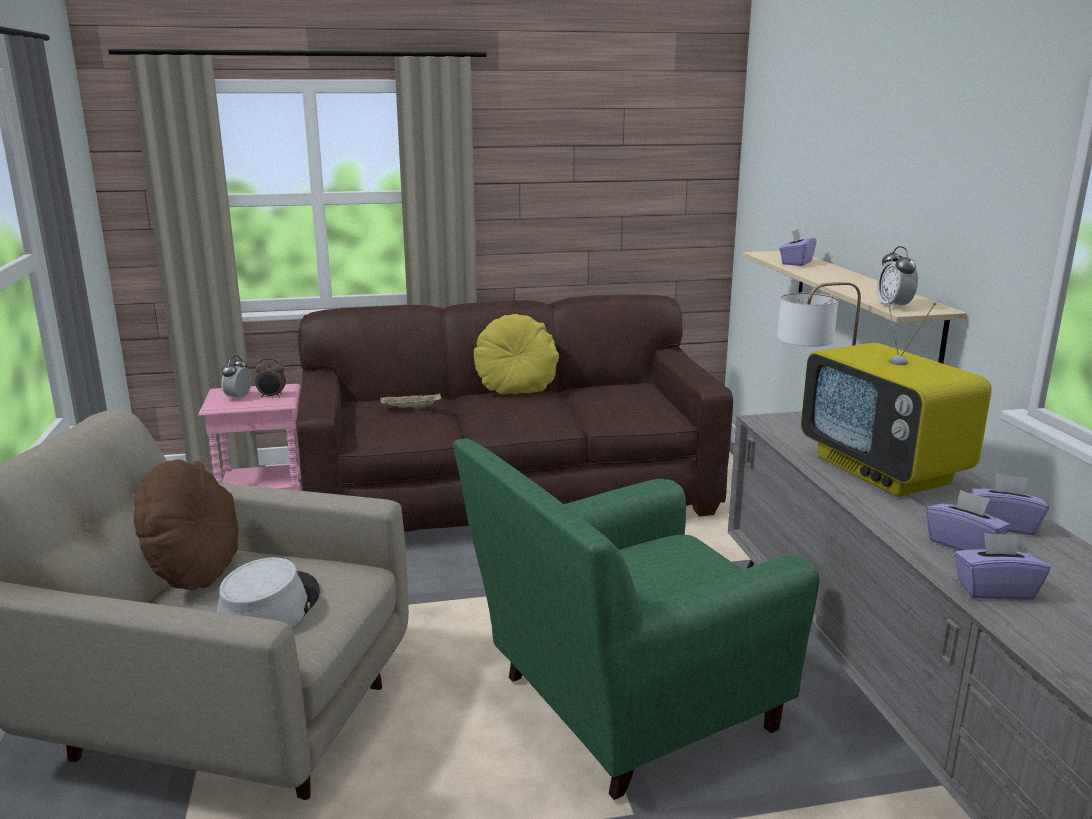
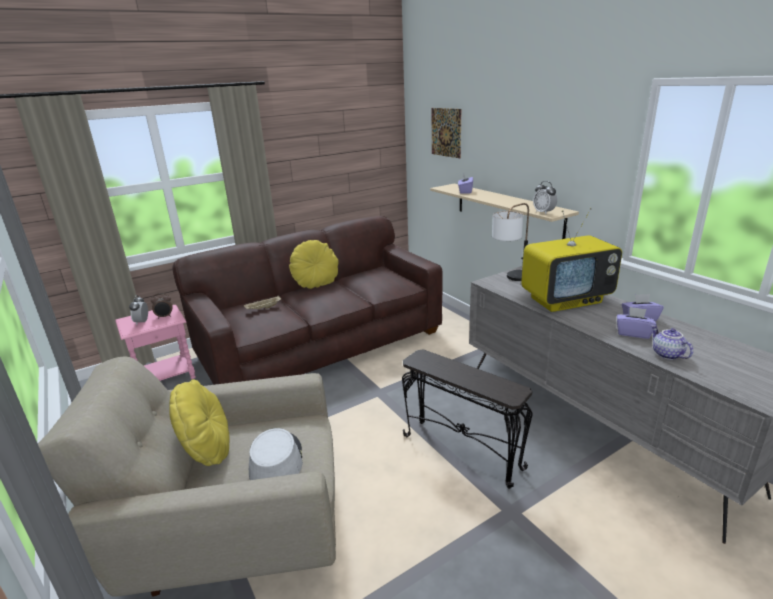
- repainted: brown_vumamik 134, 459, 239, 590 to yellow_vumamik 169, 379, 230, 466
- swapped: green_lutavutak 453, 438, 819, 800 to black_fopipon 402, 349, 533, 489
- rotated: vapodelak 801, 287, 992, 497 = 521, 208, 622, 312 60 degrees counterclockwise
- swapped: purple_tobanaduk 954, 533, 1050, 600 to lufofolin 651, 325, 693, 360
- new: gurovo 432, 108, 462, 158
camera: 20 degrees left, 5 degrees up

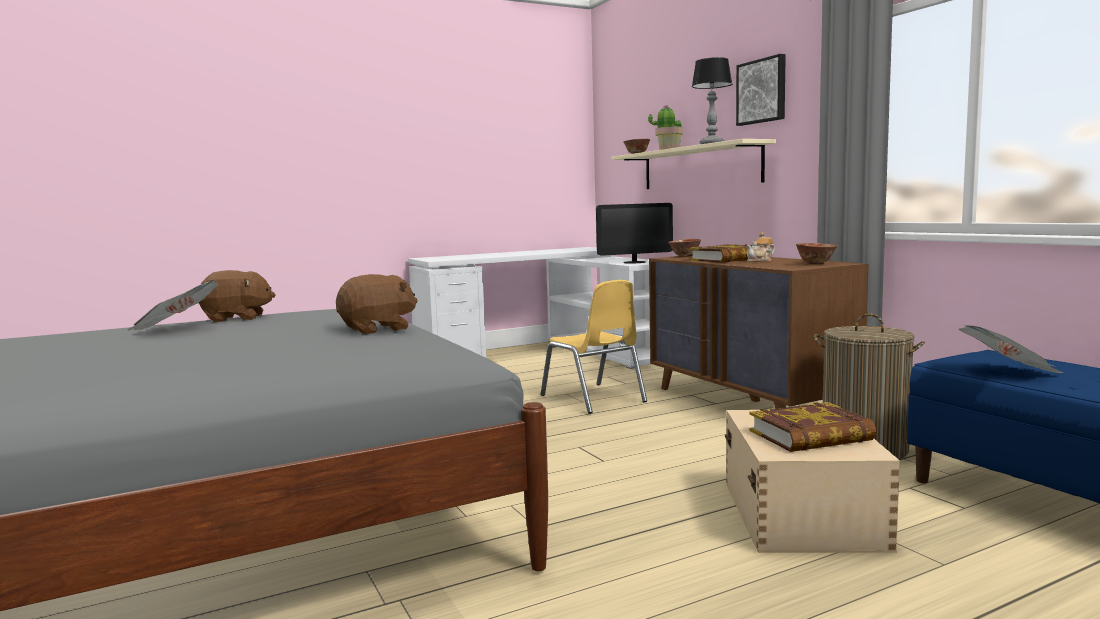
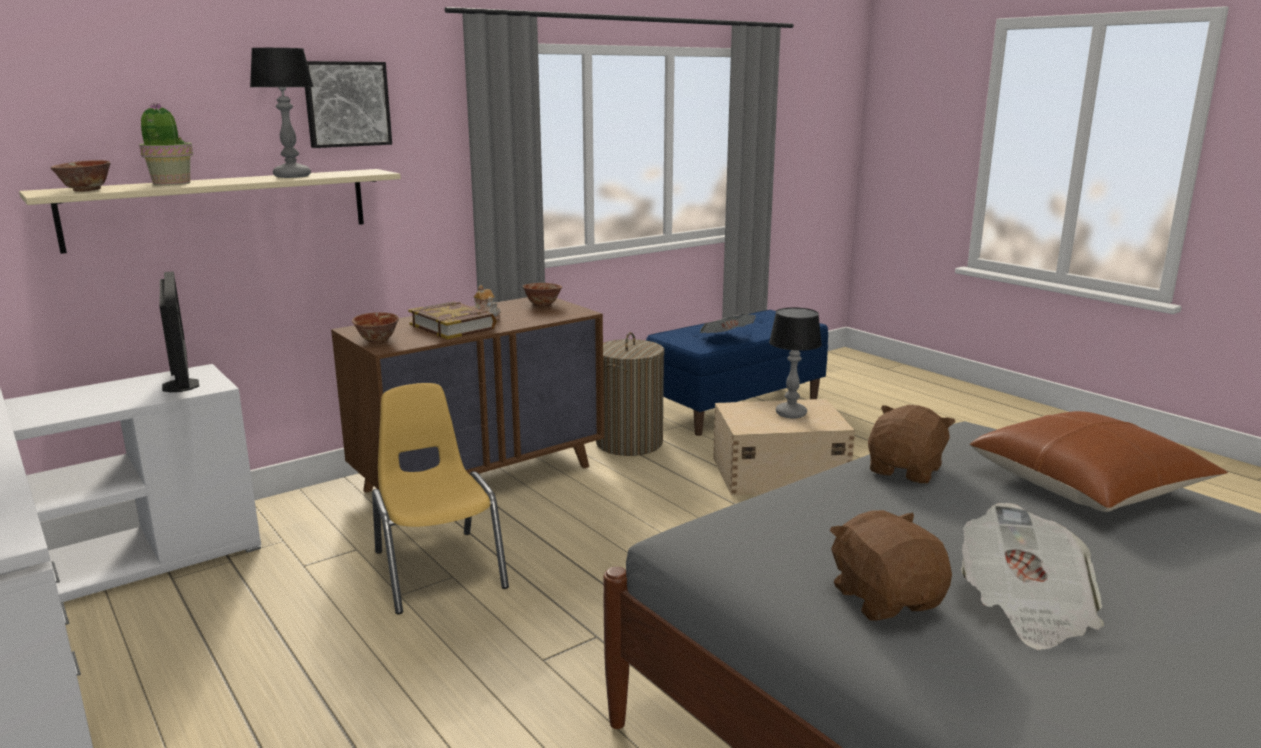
- rotated: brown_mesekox 336, 274, 418, 334 = 868, 405, 956, 484 75 degrees clockwise
- rotated: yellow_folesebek 541, 280, 647, 414 = 372, 383, 509, 614 75 degrees counterclockwise
- swapped: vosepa 749, 402, 877, 452 to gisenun 769, 307, 822, 419
- new: brown_vumamik 970, 411, 1228, 512
camera: 100 degrees left, 10 degrees up

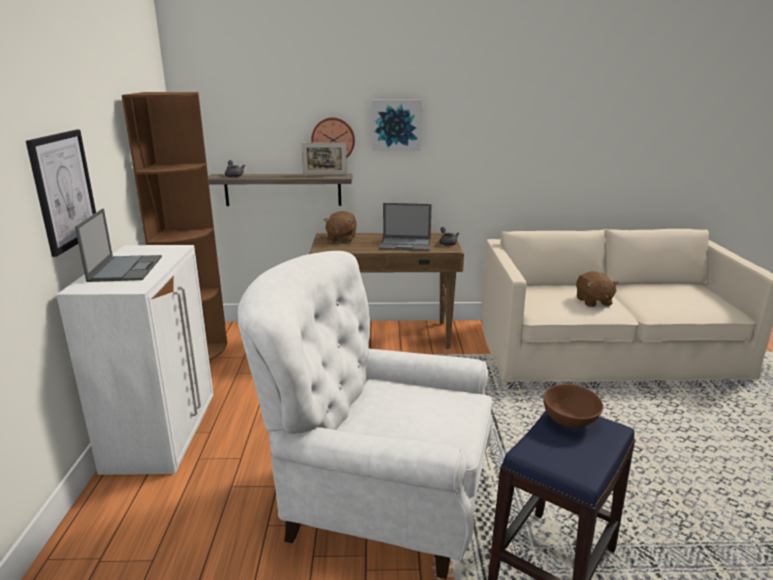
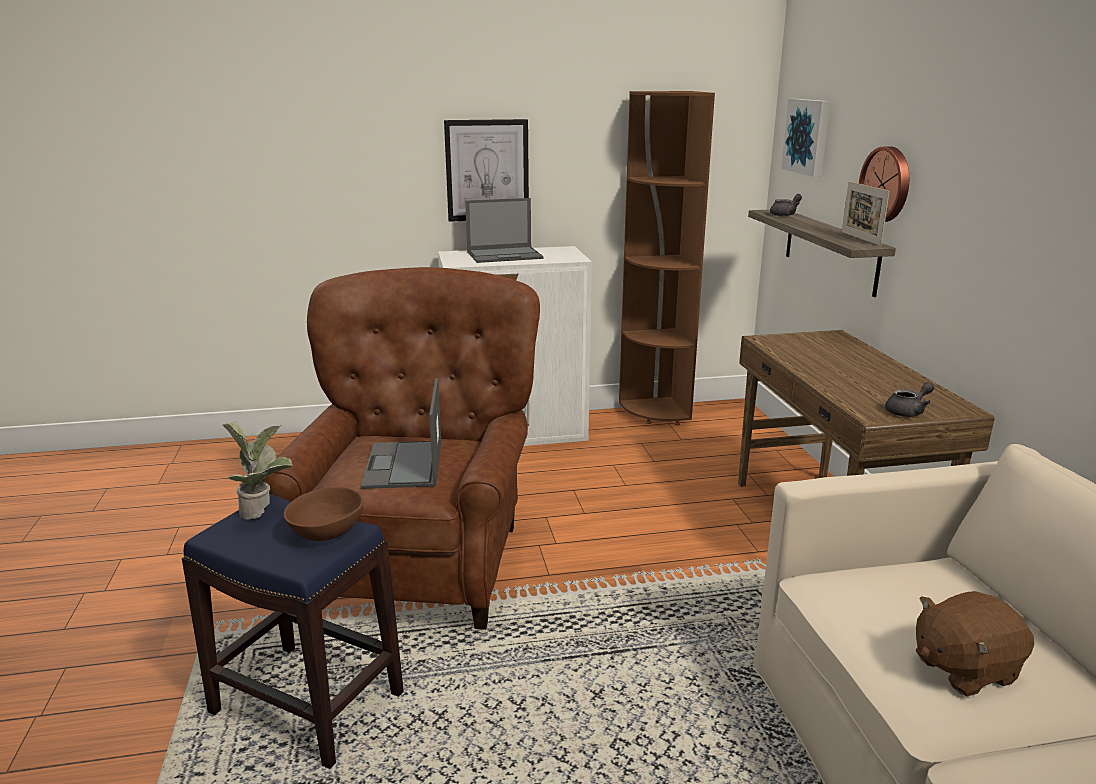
- repainted: white_lutavutak 238, 251, 493, 579 to brown_lutavutak 262, 267, 540, 630
- gone: brown_mesekox 324, 211, 357, 243
- shifted: gurovo 372, 100, 422, 151 to 781, 99, 830, 177
- shifted: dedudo 379, 203, 432, 251 to 361, 378, 441, 489
- new: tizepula 223, 422, 293, 520
camera: 80 degrees right, 0 degrees up

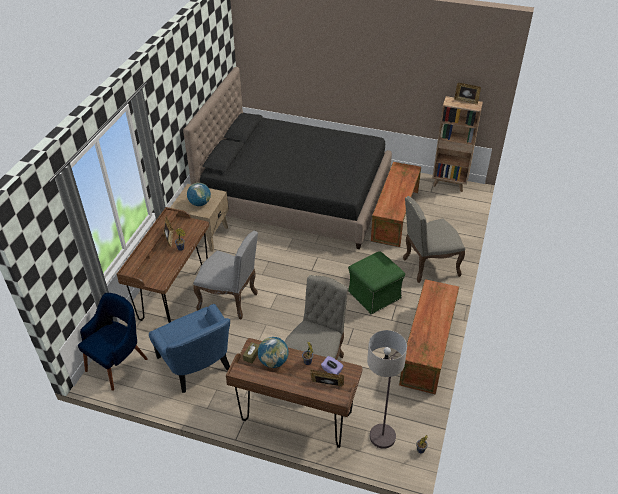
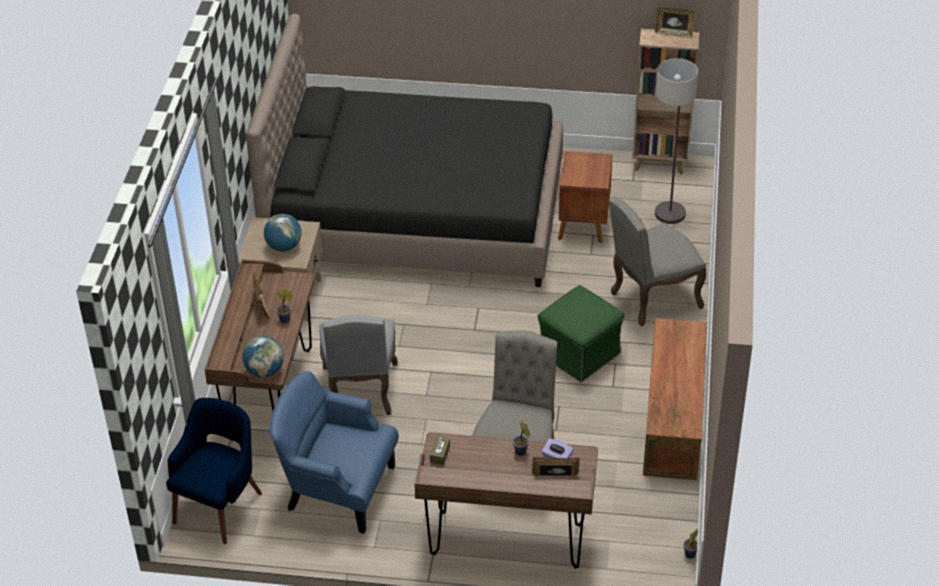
- rotated: blue_lutavutak 149, 304, 230, 393 = 269, 371, 399, 534 150 degrees clockwise
- rotated: grey_folesebek 193, 231, 258, 319 = 319, 315, 398, 415 75 degrees clockwise
- shifted: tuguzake 258, 337, 289, 368 to 242, 336, 284, 377
- shifted: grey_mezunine 367, 330, 407, 449 to 655, 58, 698, 224
- swapped: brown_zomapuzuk 371, 162, 421, 247 to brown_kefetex 558, 151, 613, 243
camera: 10 degrees left, 0 degrees up

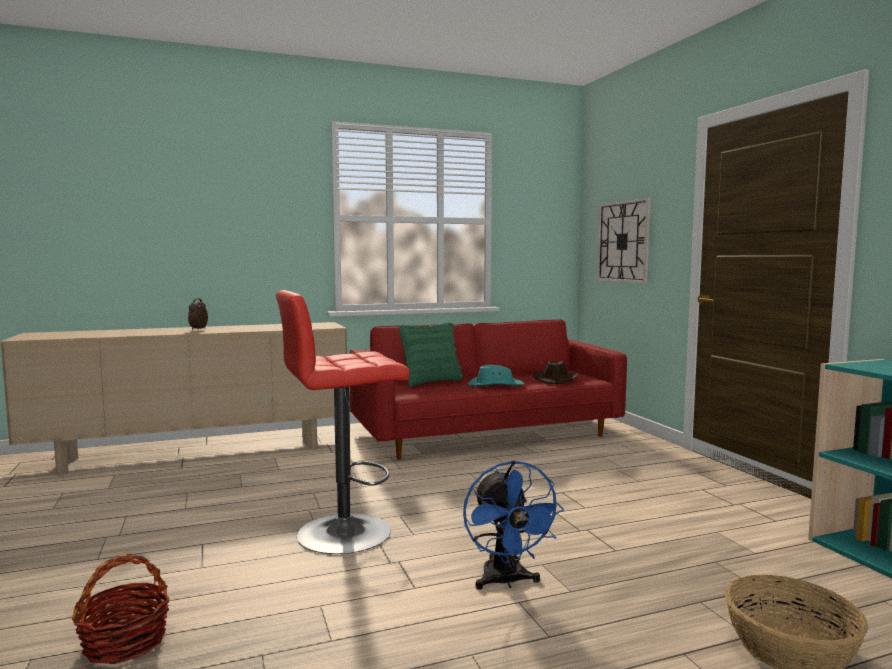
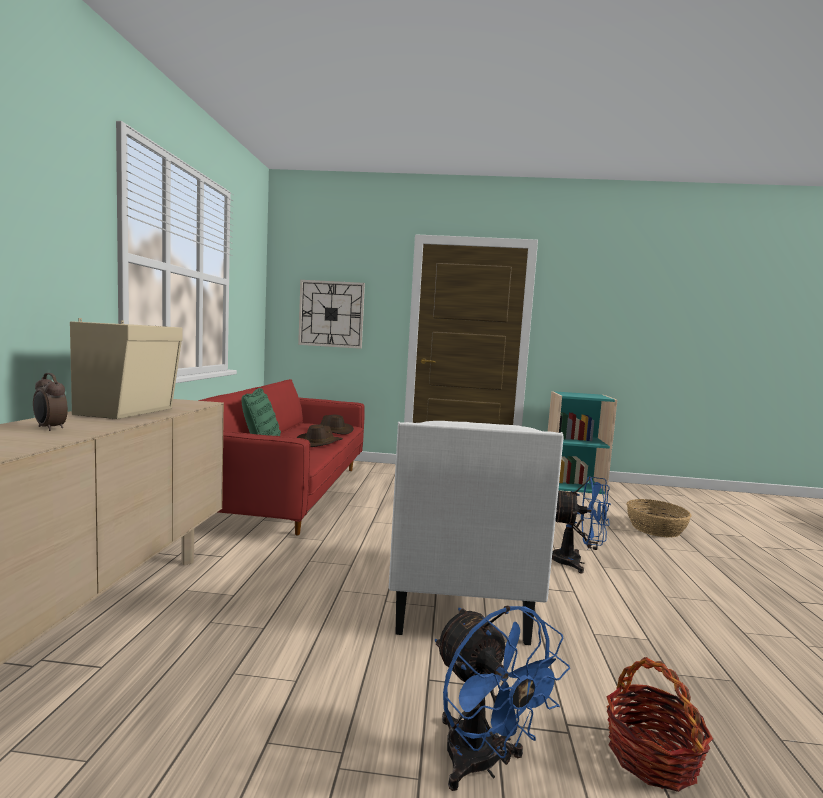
- swapped: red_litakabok 276, 290, 410, 554 to white_lutavutak 389, 421, 564, 645
- repainted: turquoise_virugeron 468, 365, 524, 386 to brown_virugeron 296, 424, 343, 447
- new: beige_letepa 70, 318, 182, 419
- new: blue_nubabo 435, 605, 570, 791
camera: 65 degrees left, 0 degrees up

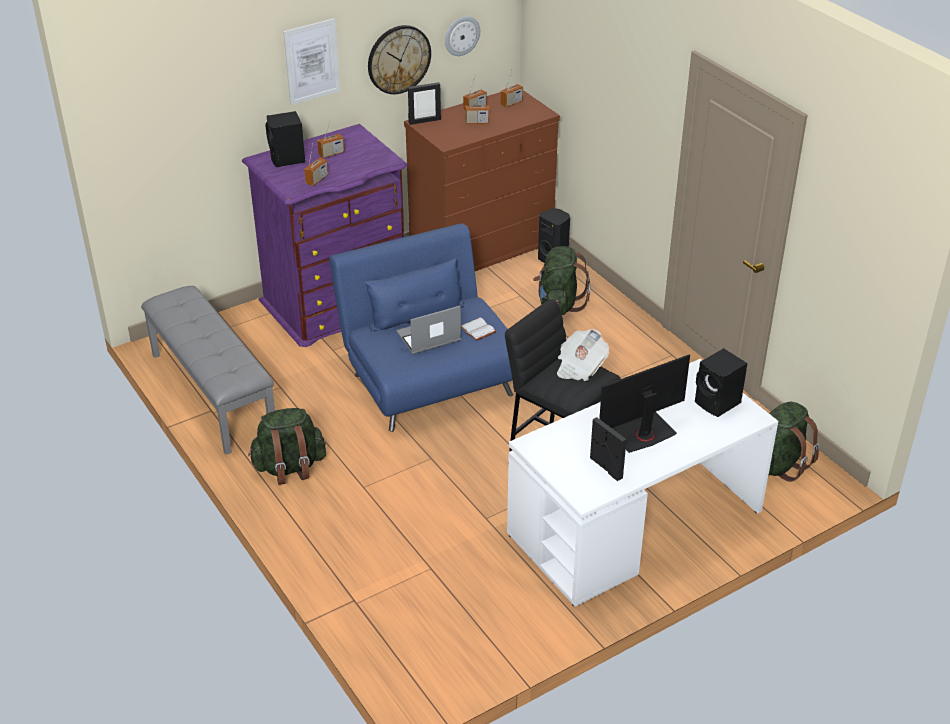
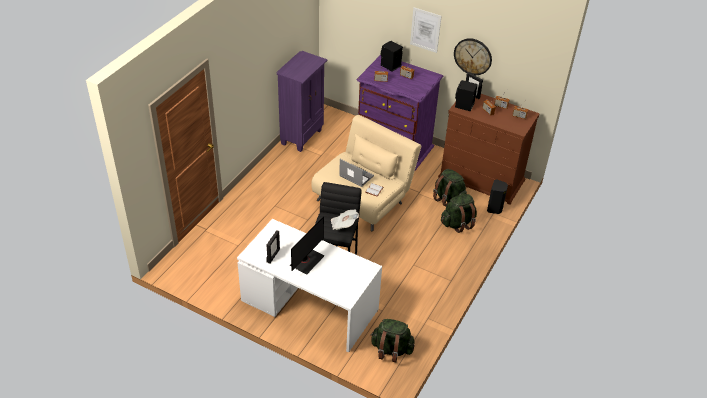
- swapped: grey_zomapuzuk 141, 286, 275, 455 to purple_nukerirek 277, 51, 328, 152
- shifted: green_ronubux 248, 408, 326, 485 to 433, 169, 467, 207
- repainted: blue_lutavutak 329, 223, 513, 432 to beige_lutavutak 311, 115, 421, 231
- gone: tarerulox 445, 16, 480, 56
- rotated: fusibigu 599, 354, 690, 453 = 290, 216, 325, 275 90 degrees clockwise
- shifted: black_letepa 695, 348, 747, 417 to 455, 80, 478, 111
camera: 60 degrees right, 5 degrees up

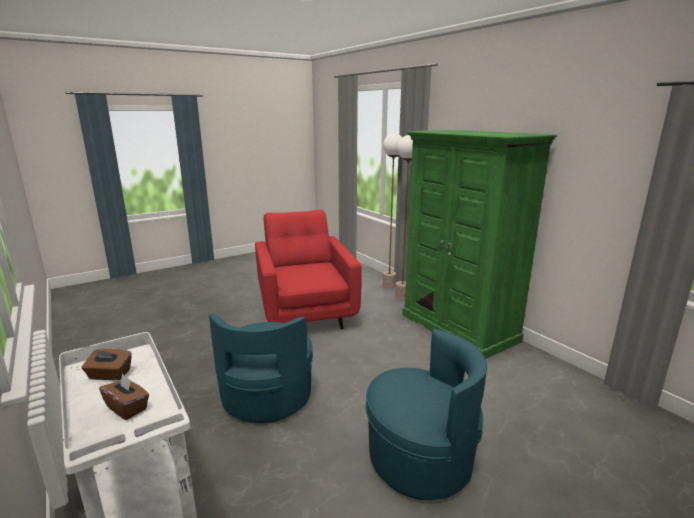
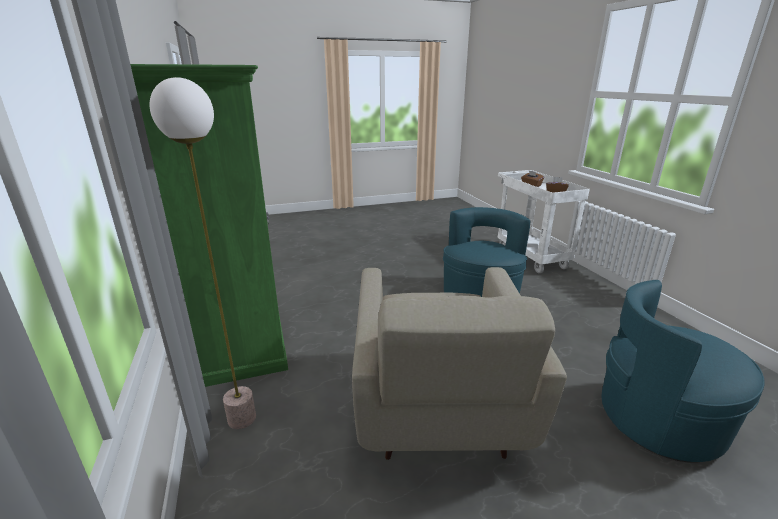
- repainted: red_lutavutak 255, 210, 362, 329 to beige_lutavutak 352, 267, 567, 460
- shifted: turquoise_lutavutak 365, 329, 487, 500 to 601, 280, 765, 463
- gone: mezunine 383, 133, 402, 289
camera: 165 degrees left, 5 degrees up

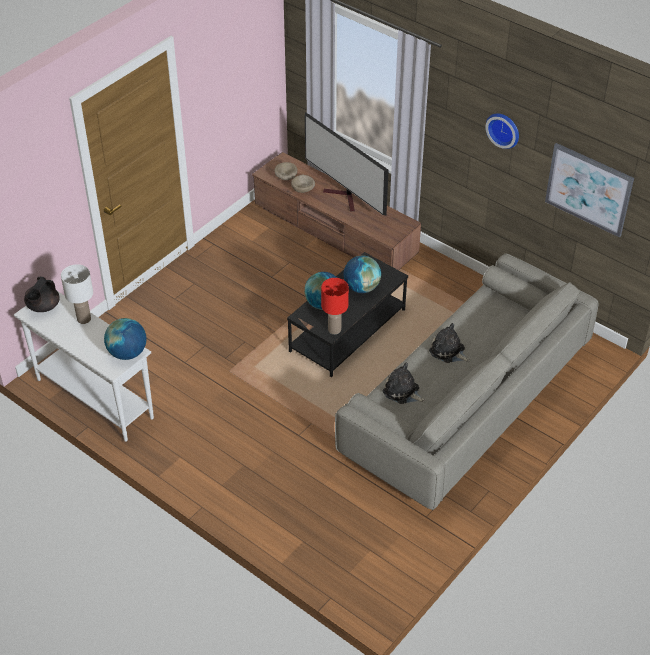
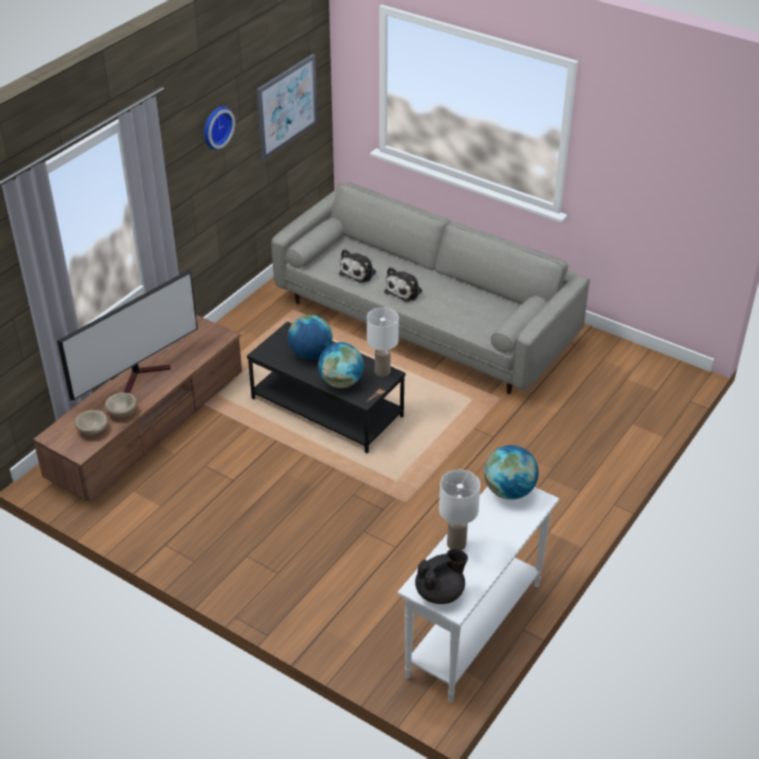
- rotated: black_lufofolin 24, 277, 60, 312 = 415, 549, 468, 604 45 degrees counterclockwise
- repainted: red_gisenun 321, 278, 349, 334 to white_gisenun 367, 307, 399, 377
- shifted: mesekox 383, 363, 425, 404 to 339, 249, 376, 283
camera: 95 degrees left, 5 degrees down

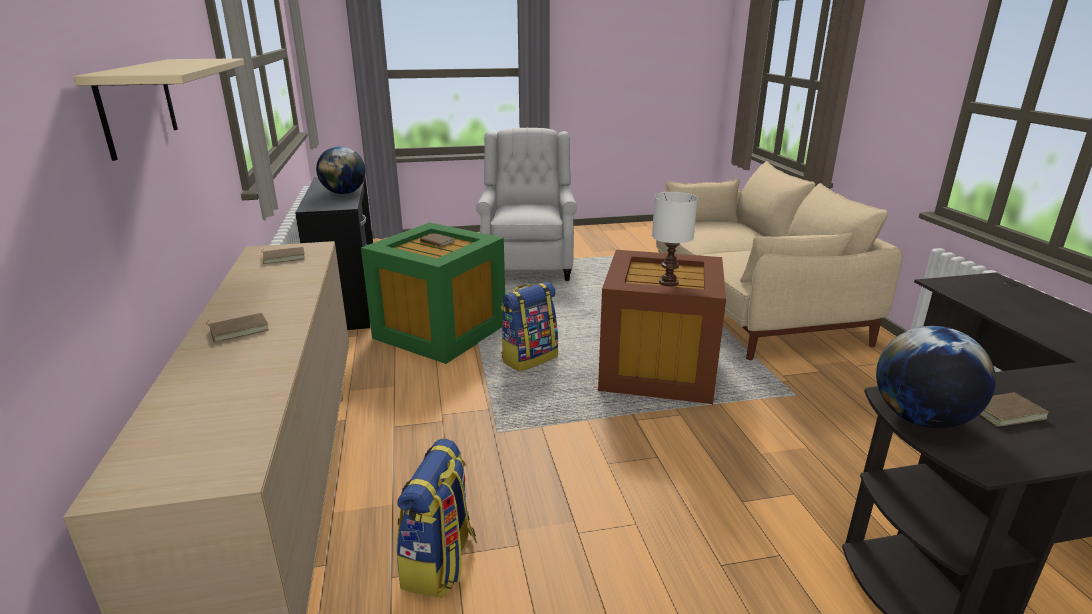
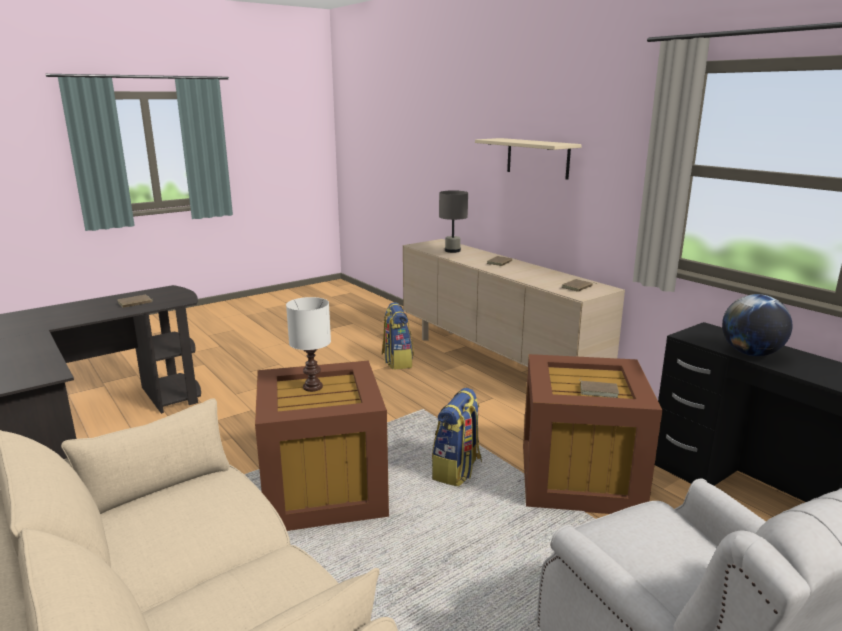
- repainted: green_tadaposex 361, 222, 505, 364 to brown_tadaposex 523, 354, 662, 514
- gone: tuguzake 876, 326, 996, 428
- new: grey_gisenun 439, 190, 468, 253
camera: 155 degrees right, 5 degrees down

